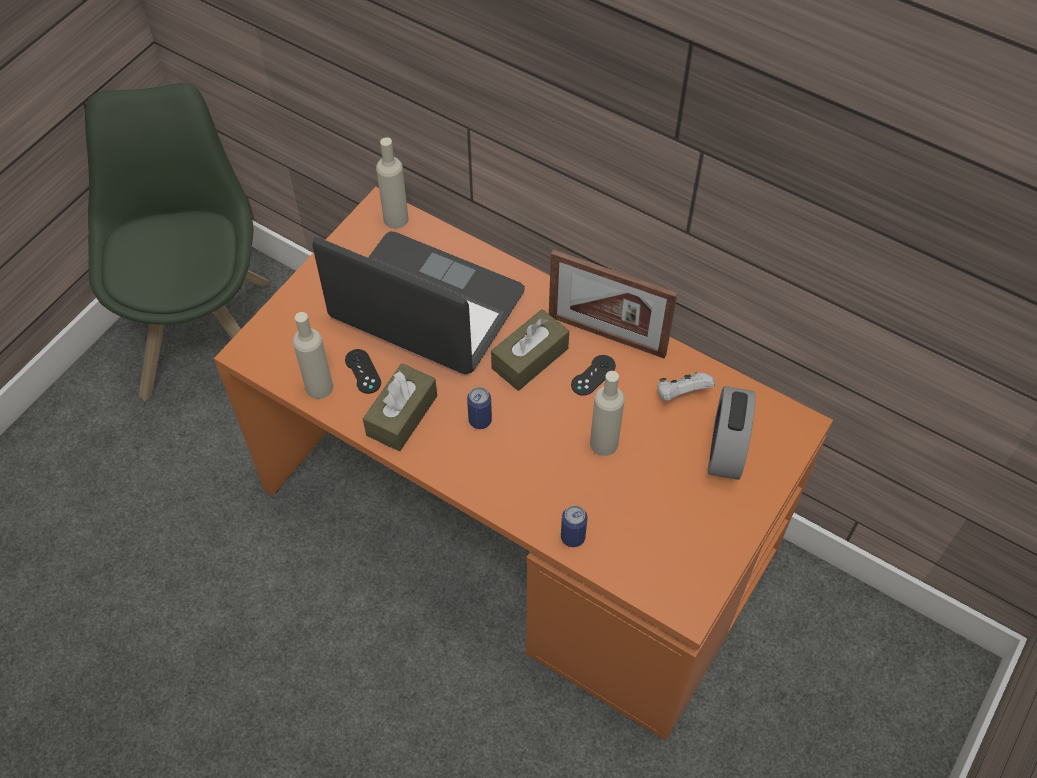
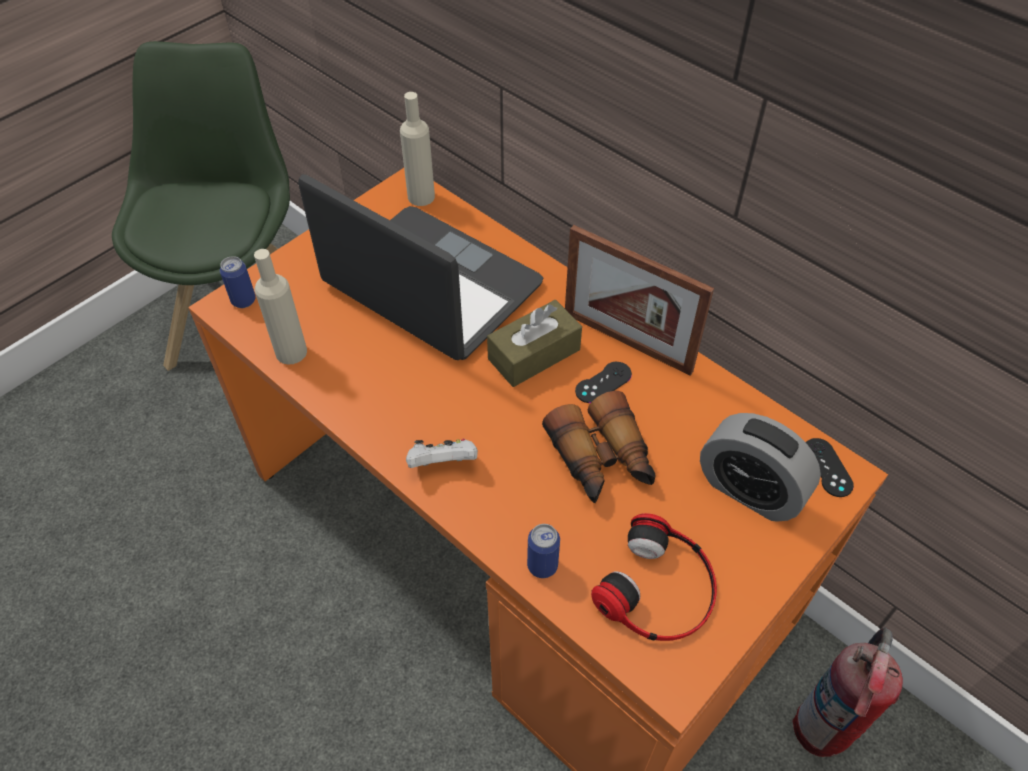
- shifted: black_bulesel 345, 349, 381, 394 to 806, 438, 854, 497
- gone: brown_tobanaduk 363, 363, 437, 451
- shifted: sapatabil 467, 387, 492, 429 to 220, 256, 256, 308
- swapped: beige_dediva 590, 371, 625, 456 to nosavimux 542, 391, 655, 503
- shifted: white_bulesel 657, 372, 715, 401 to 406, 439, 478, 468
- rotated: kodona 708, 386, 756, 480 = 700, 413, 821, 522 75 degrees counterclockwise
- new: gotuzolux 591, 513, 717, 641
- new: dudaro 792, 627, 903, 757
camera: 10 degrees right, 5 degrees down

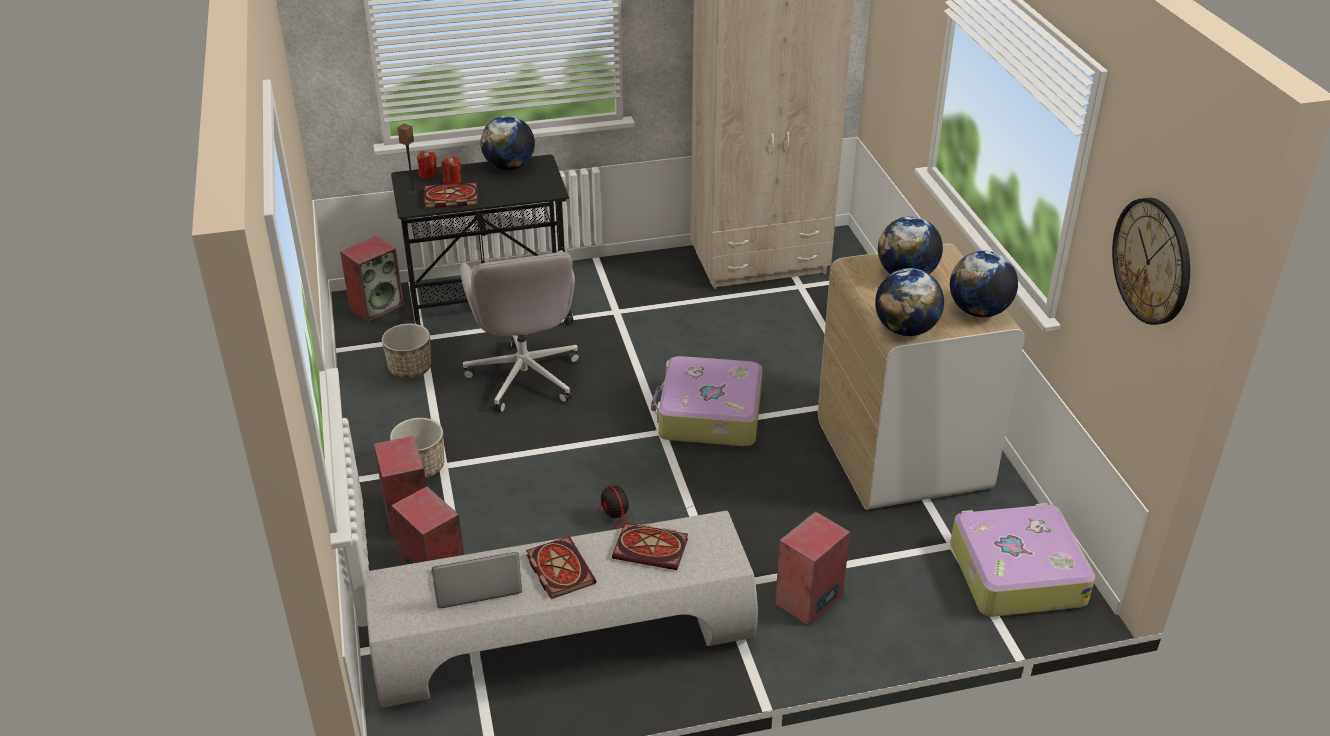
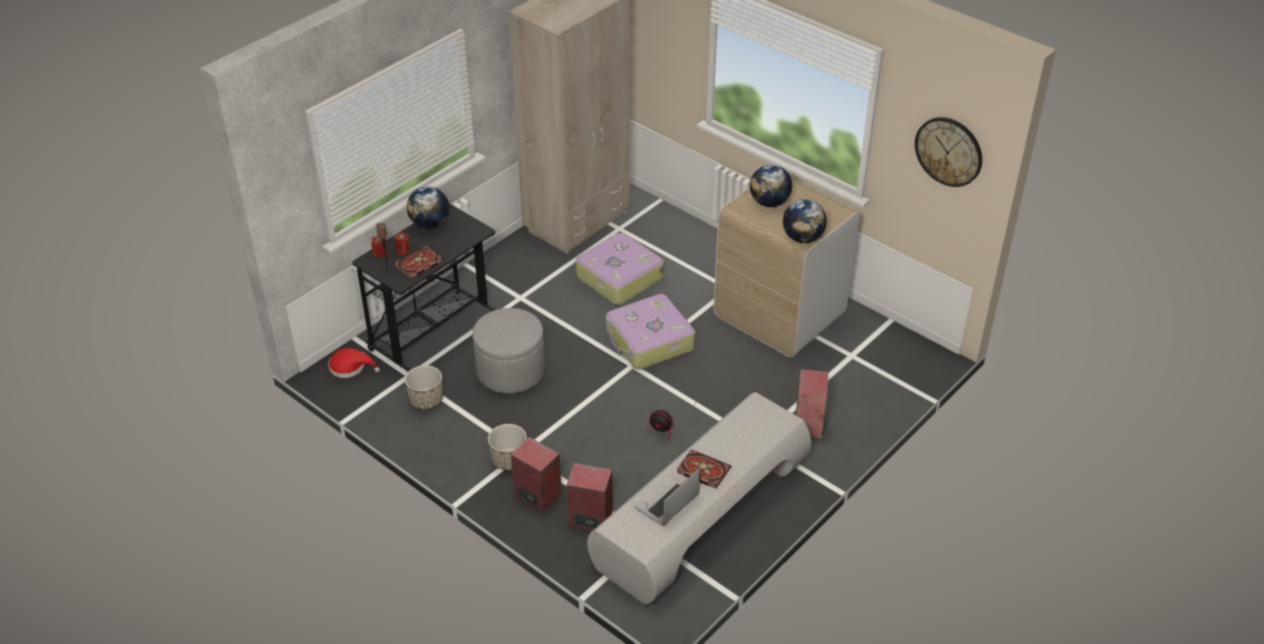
- swapped: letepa 340, 236, 404, 322 to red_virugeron 328, 348, 380, 378
- swapped: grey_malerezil 460, 250, 579, 412 to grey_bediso 472, 308, 545, 394
- gone: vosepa 612, 523, 688, 570
- gone: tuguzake 950, 251, 1018, 317
- shifted: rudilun 950, 503, 1095, 617 to 576, 233, 664, 305
camera: 35 degrees left, 5 degrees up

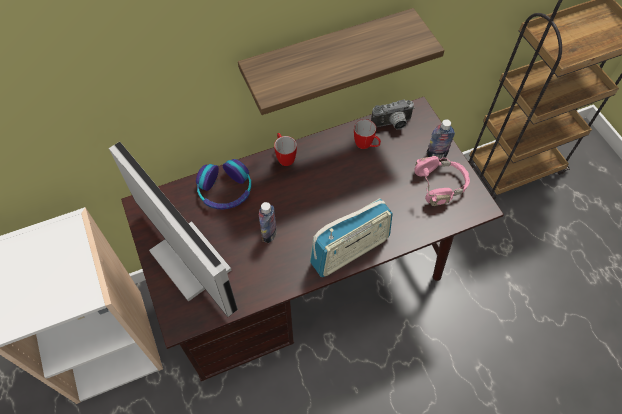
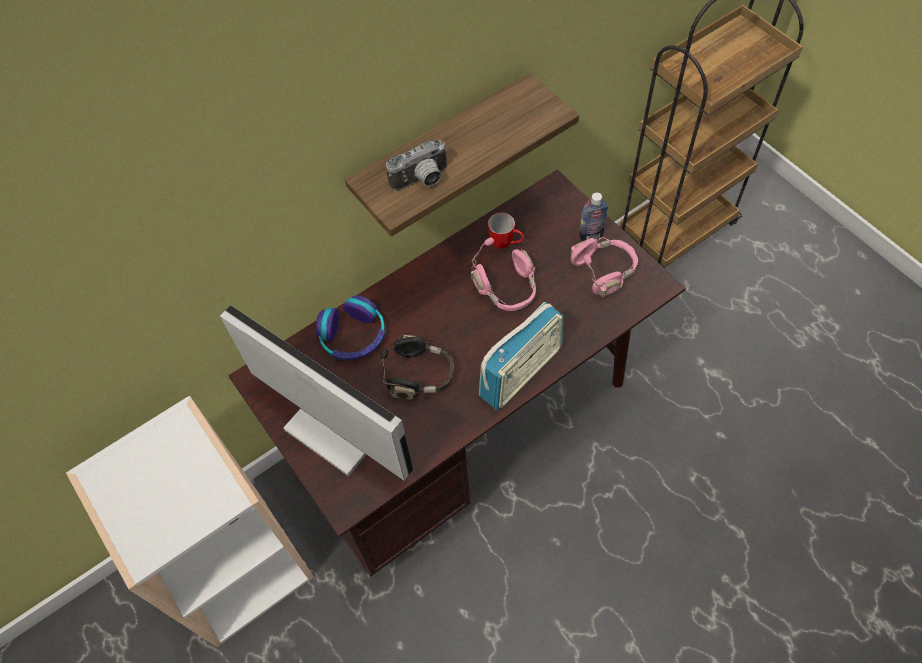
- swapped: dediva 259, 202, 277, 243 to black_gotuzolux 381, 335, 454, 400
- gone: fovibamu 274, 133, 297, 166
- shifted: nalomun 371, 100, 414, 129 to 386, 139, 448, 191
- new: pink_gotuzolux 471, 238, 536, 311
camera: 10 degrees left, 0 degrees up

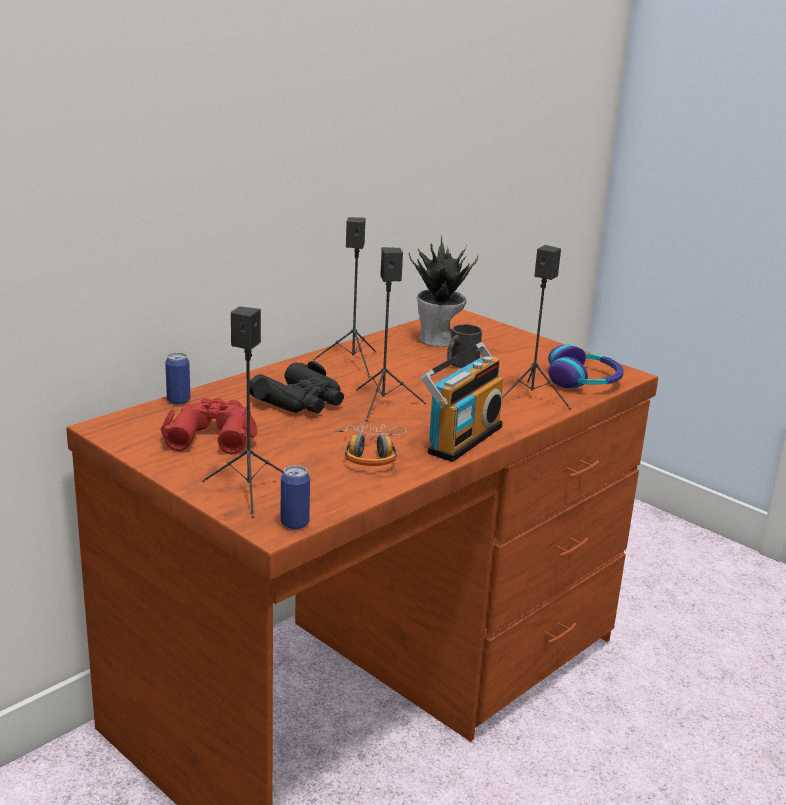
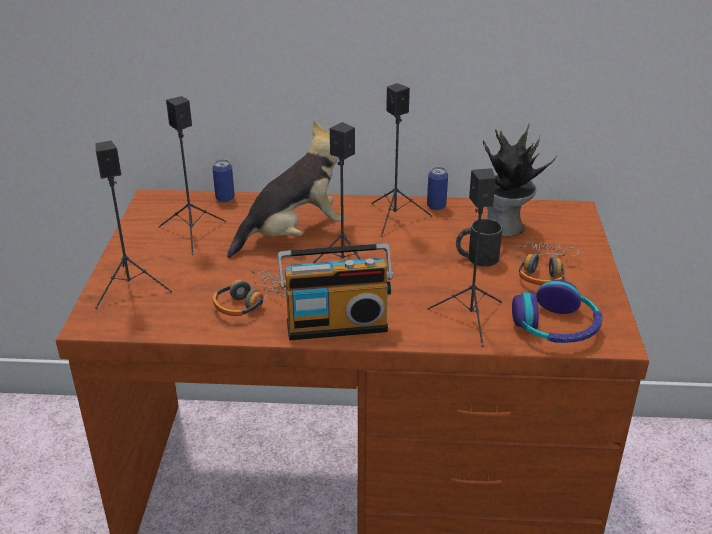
- swapped: red_nosavimux 160, 398, 258, 455 to black_letepa 158, 96, 226, 255
- swapped: black_nosavimux 250, 361, 344, 413 to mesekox 227, 121, 345, 258
- shifted: sapatabil 281, 465, 310, 530 to 427, 167, 448, 210
- new: gotuzolux 515, 242, 579, 285
camera: 50 degrees right, 10 degrees up

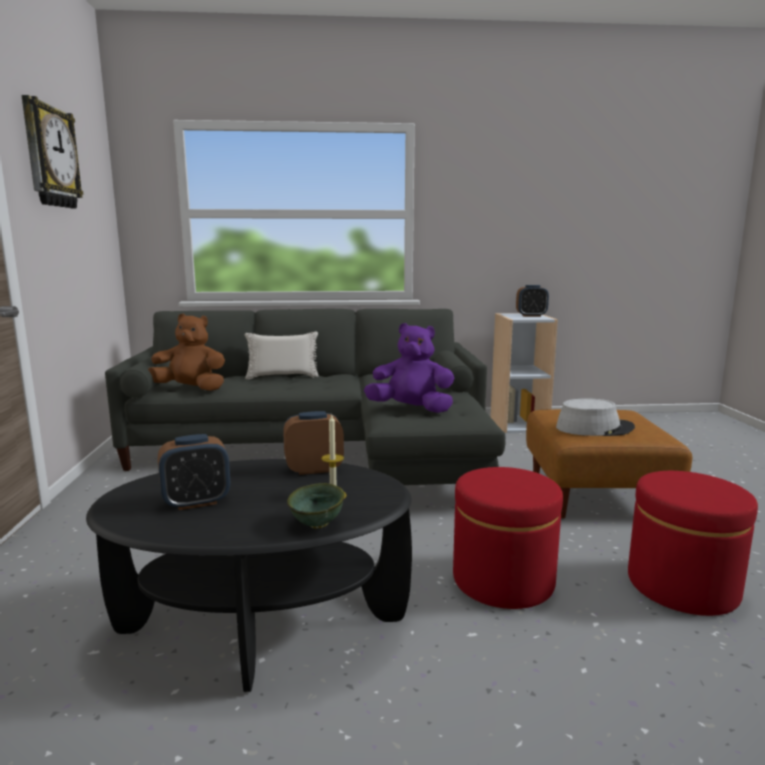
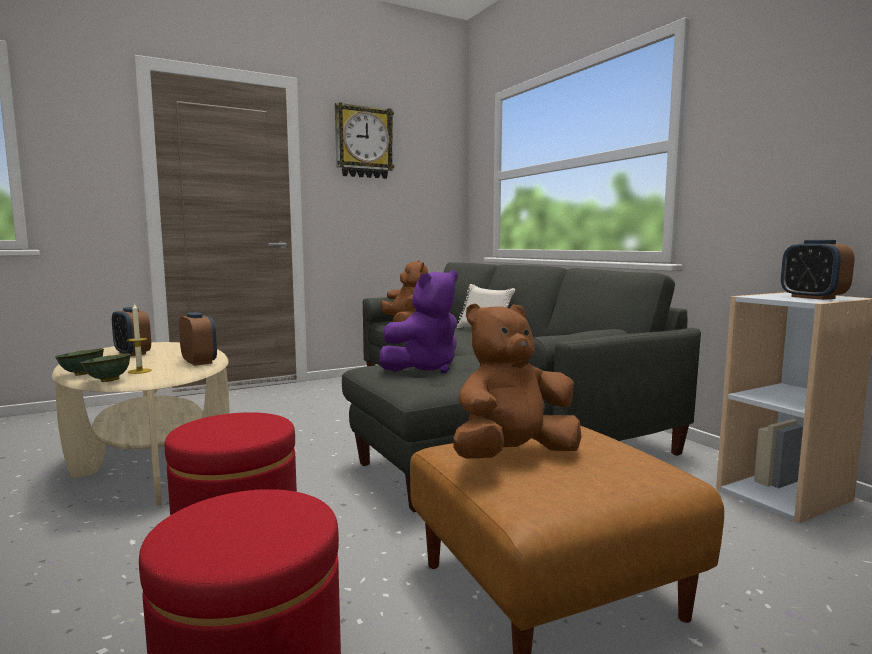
- repainted: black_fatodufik 86, 459, 412, 692 to beige_fatodufik 52, 342, 229, 507
- rotated: purple_mesekox 364, 323, 455, 413 = 379, 270, 458, 373 60 degrees clockwise
- swapped: grey_virugeron 556, 398, 635, 436 to brown_mesekox 453, 303, 582, 459
- new: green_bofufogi 80, 353, 131, 382
camera: 65 degrees right, 5 degrees down

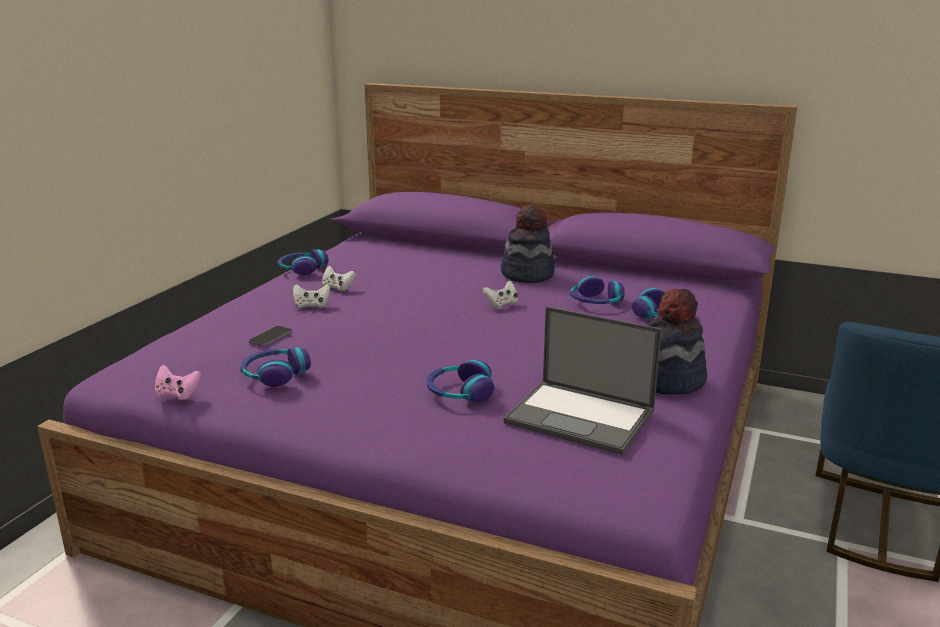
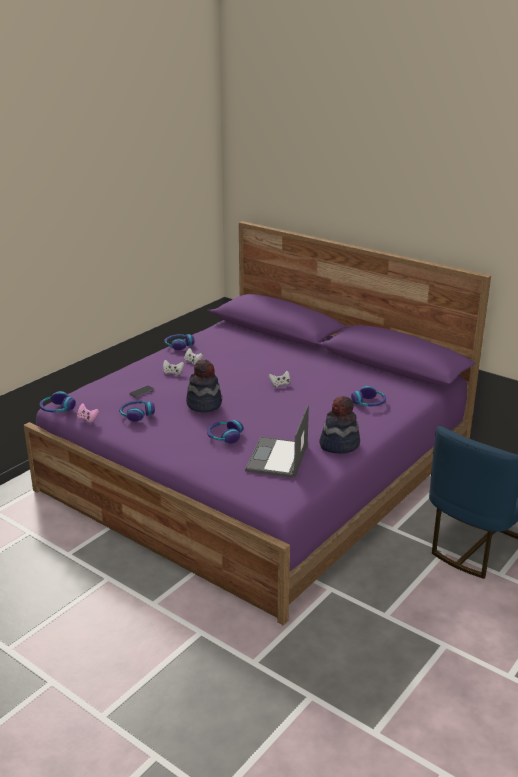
- shifted: virugeron 501, 205, 555, 283 to 186, 359, 222, 413
- rotated: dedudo 504, 306, 662, 455 = 245, 404, 309, 478 60 degrees clockwise
- shifted: gotuzolux 570, 276, 625, 304 to 40, 391, 76, 412
camera: 15 degrees right, 5 degrees up

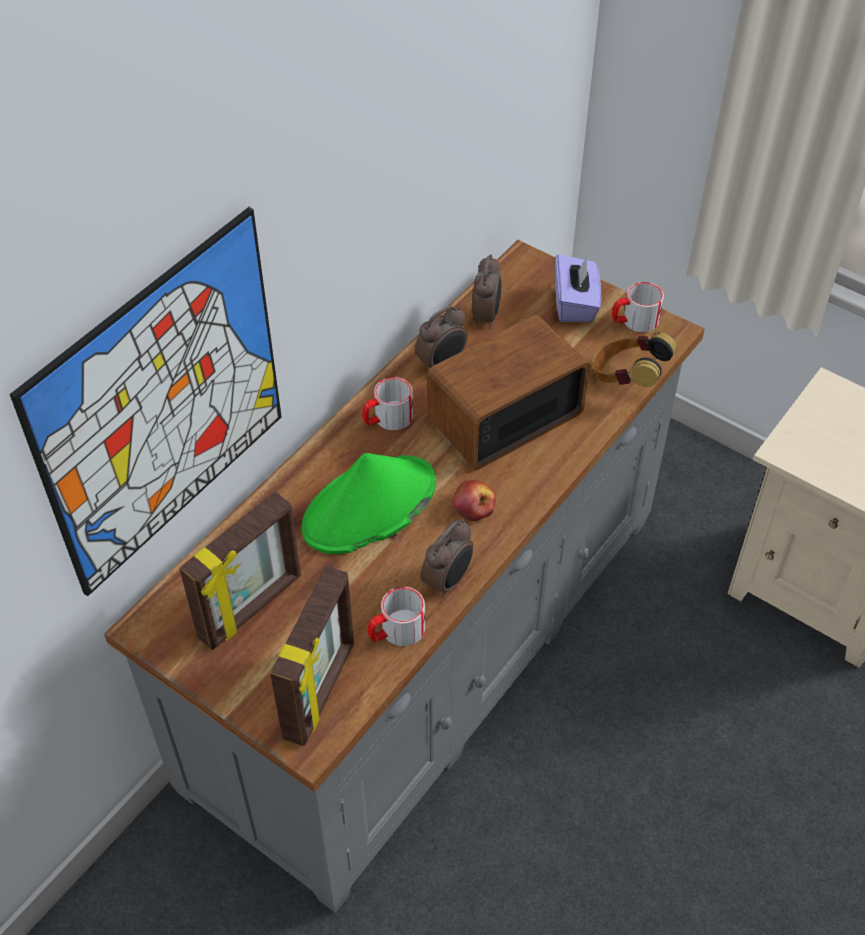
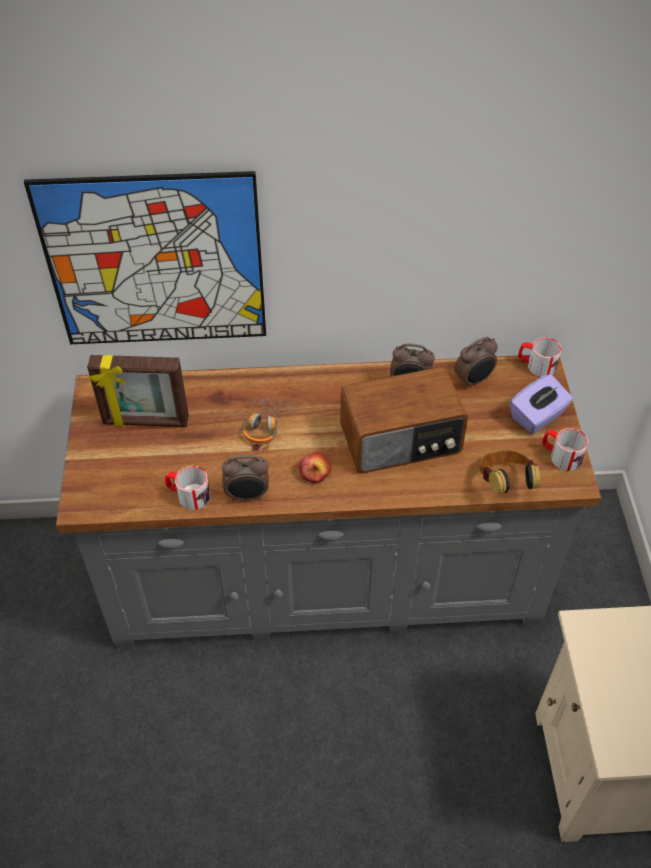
- gone: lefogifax 270, 566, 354, 746
- swapped: green_virugeron 302, 453, 436, 554 to gotuzolux 243, 397, 295, 444
- shifted: fovibamu 362, 377, 413, 430 to 518, 337, 562, 377
- rotated: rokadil 427, 315, 590, 470 = 340, 367, 468, 474 150 degrees clockwise
camera: 50 degrees right, 0 degrees up

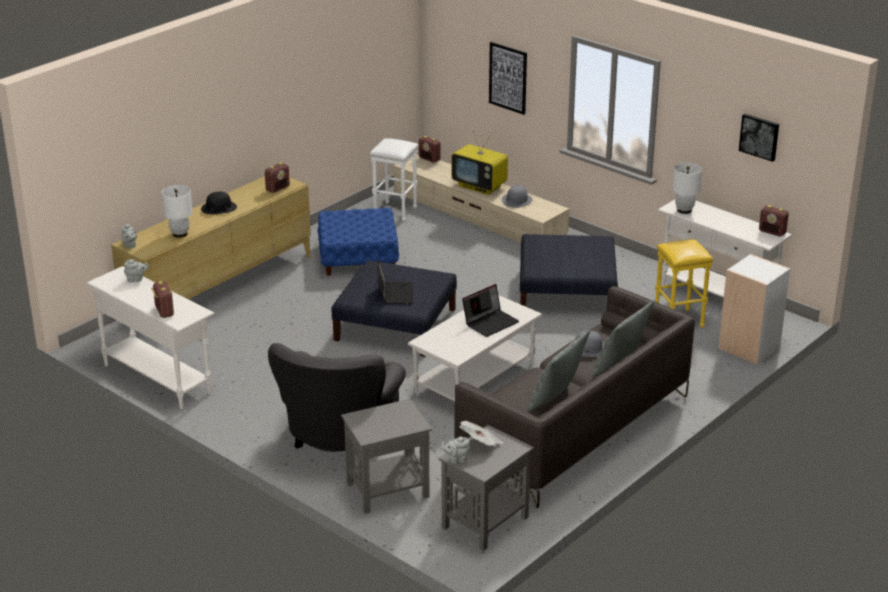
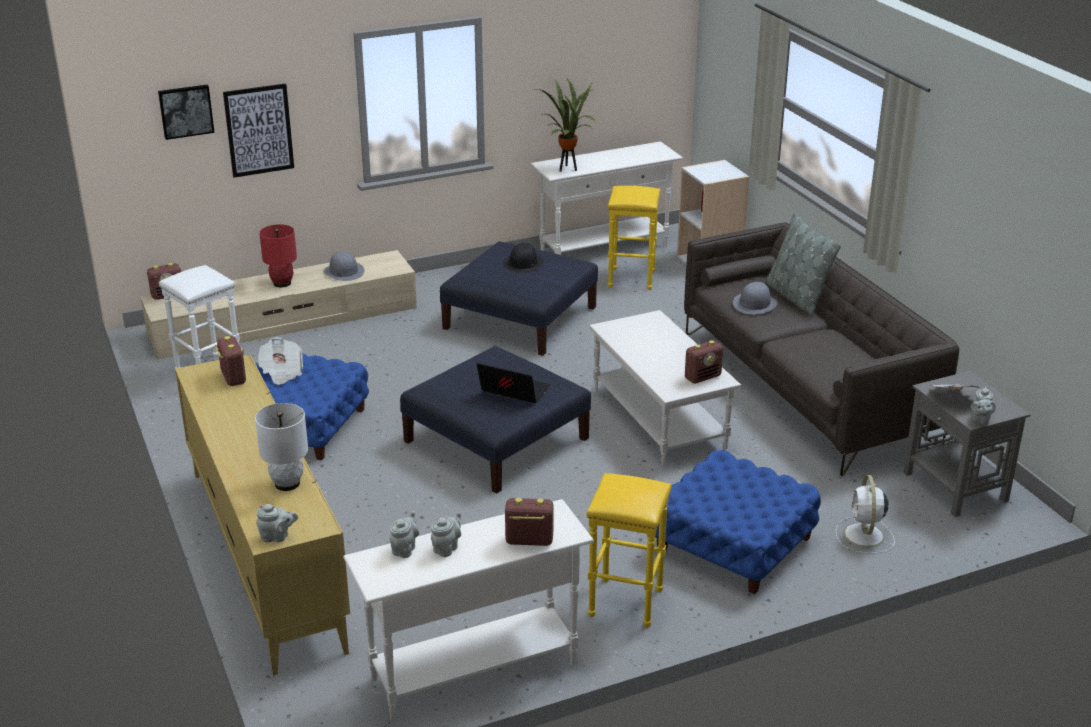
- shifted: black_virugeron 201, 192, 237, 214 to 503, 243, 544, 273
- swapped: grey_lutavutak 268, 343, 406, 452 to blue_bediso 655, 450, 821, 594
- swapped: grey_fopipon 341, 399, 432, 514 to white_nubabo 835, 475, 895, 553
- swapped: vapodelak 452, 131, 508, 195 to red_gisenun 259, 224, 297, 287
- gone: dedudo 462, 284, 519, 337
- gone: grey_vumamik 528, 330, 590, 411
- swapped: white_gisenun 672, 162, 702, 214 to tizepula 536, 77, 596, 172
- shifted: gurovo 739, 114, 779, 162 to 158, 85, 215, 140
- shifted: rokadil 759, 205, 789, 236 to 685, 340, 723, 384
- new: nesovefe 257, 337, 303, 385
- new: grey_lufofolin 431, 511, 461, 557
- new: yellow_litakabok 587, 473, 672, 628
camera: 65 degrees left, 0 degrees up

